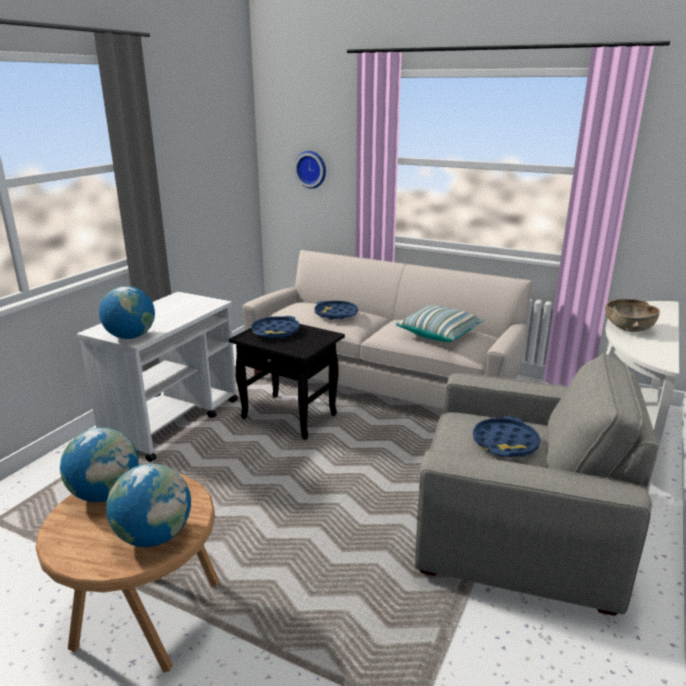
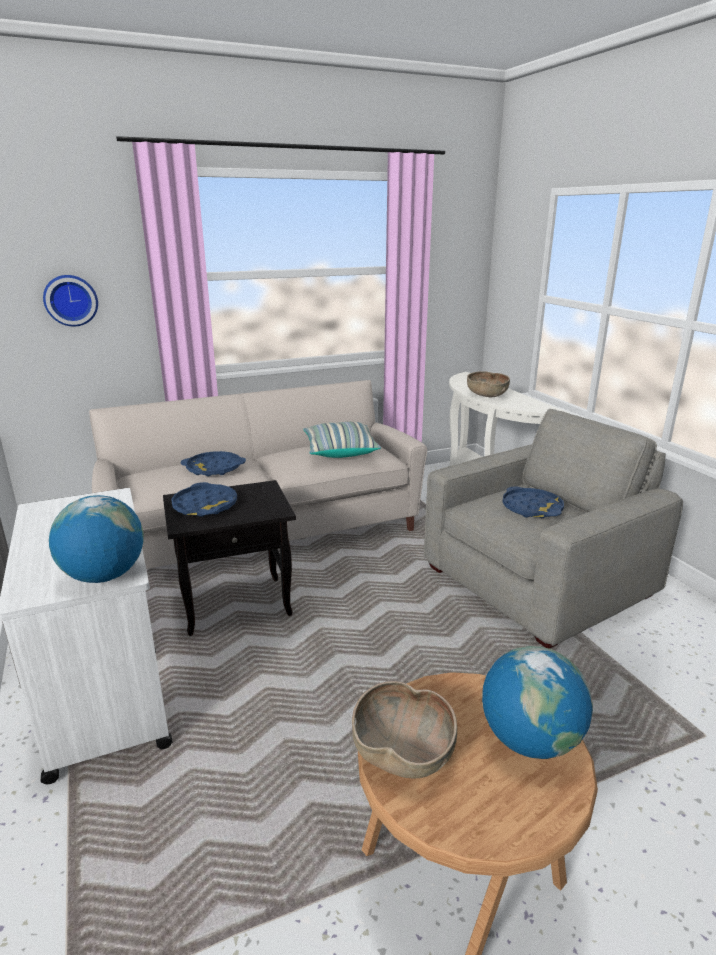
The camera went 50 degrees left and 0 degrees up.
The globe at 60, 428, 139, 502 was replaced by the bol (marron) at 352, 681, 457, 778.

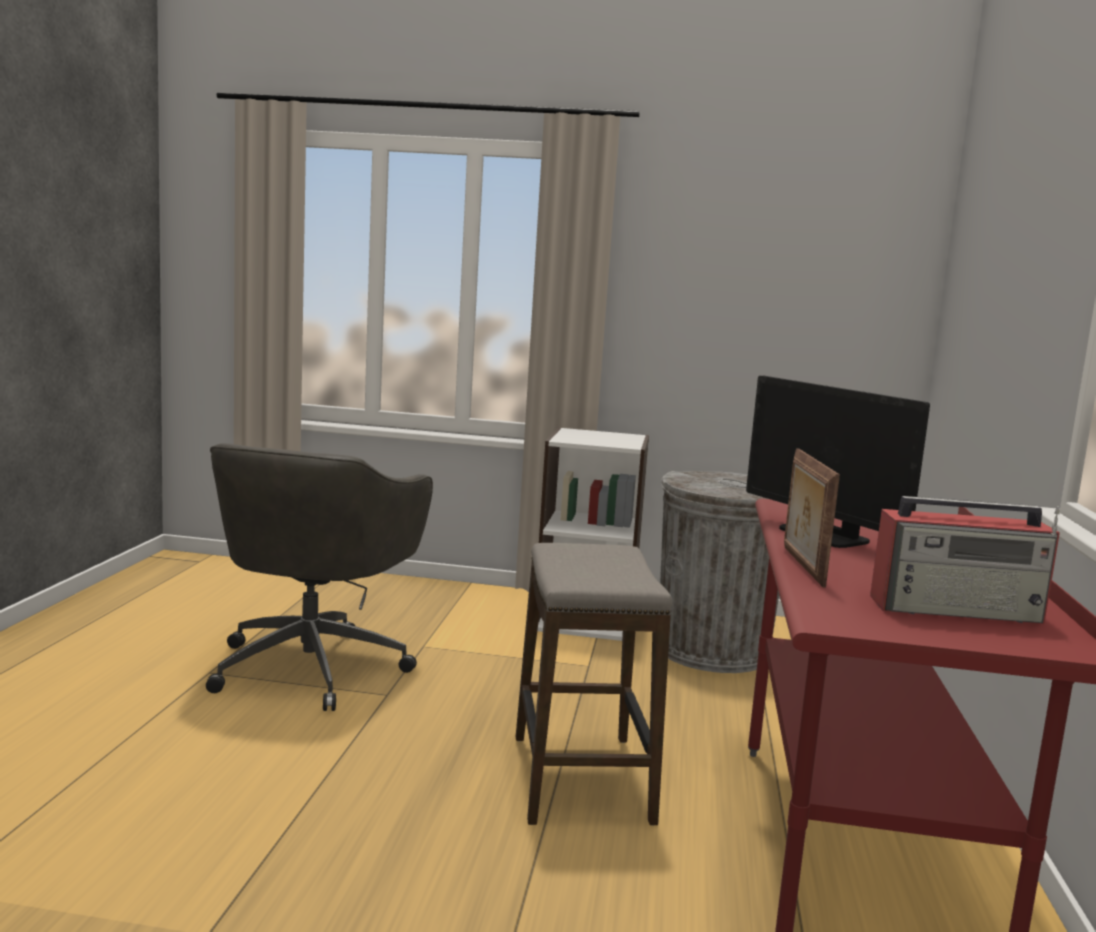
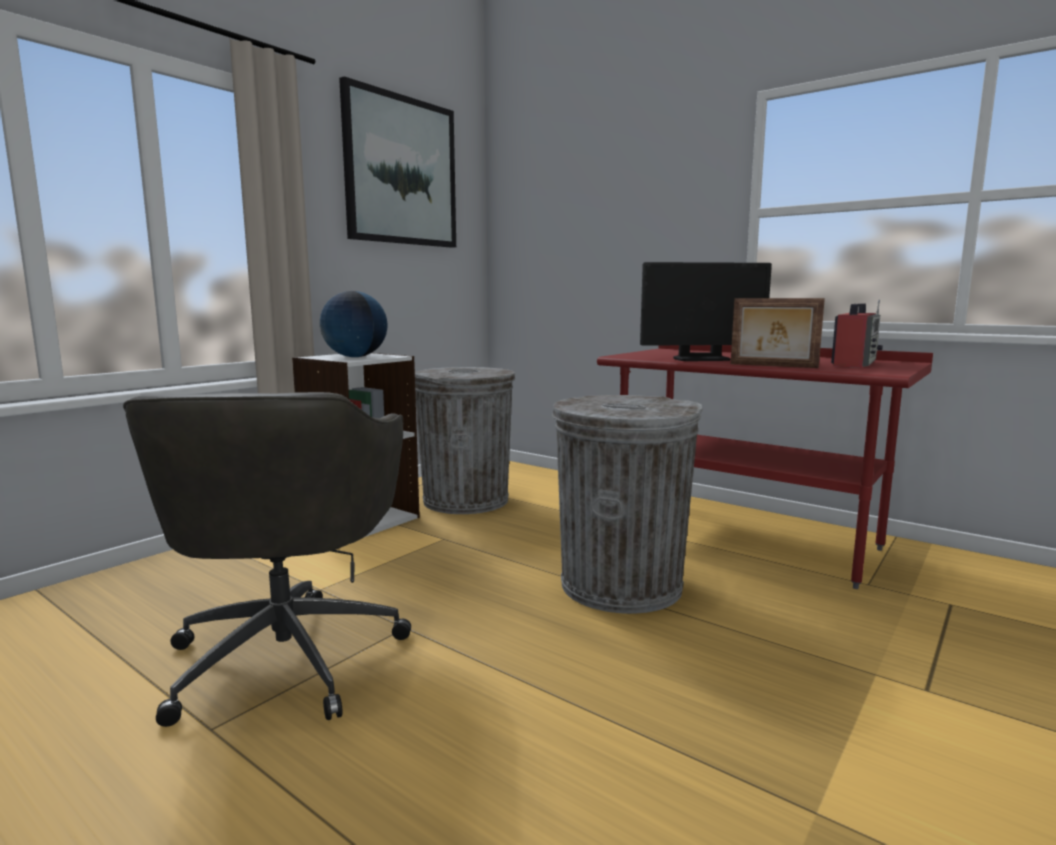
The camera went 60 degrees left and 0 degrees up.
The globe at 320, 291, 387, 357 appeared.
The tableau at 339, 76, 456, 248 appeared.
The tabouret at 516, 543, 672, 826 was replaced by the poubelle (gris) at 552, 395, 702, 614.
The chaise de bureau (gris) at 206, 443, 433, 711 turned 45 degrees clockwise.

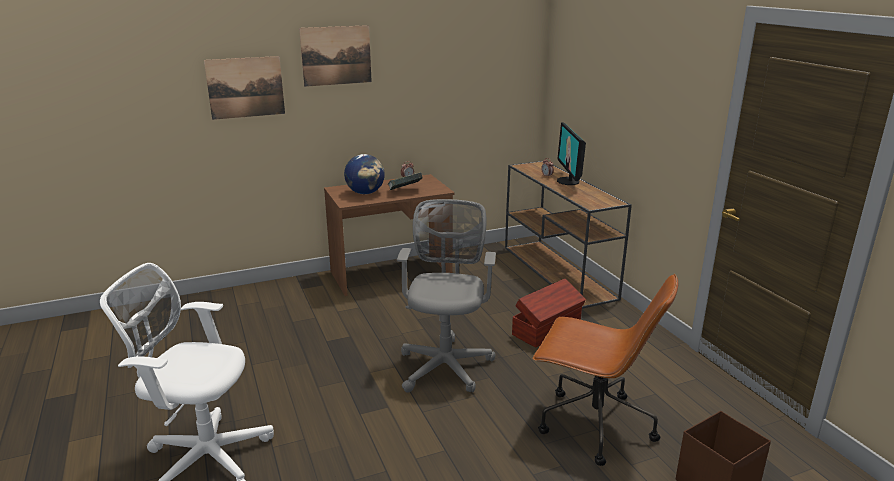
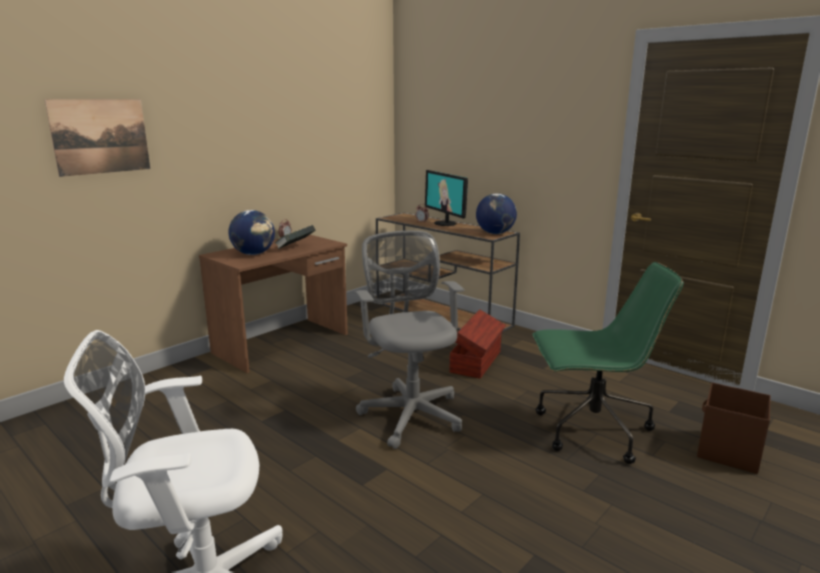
The camera went 25 degrees left and 5 degrees down.
The tableau at 299, 25, 372, 87 disappeared.
The globe at 476, 193, 517, 234 appeared.
The chaise de bureau (marron) at 532, 274, 678, 466 became the chaise de bureau (vert) at 533, 262, 684, 464.

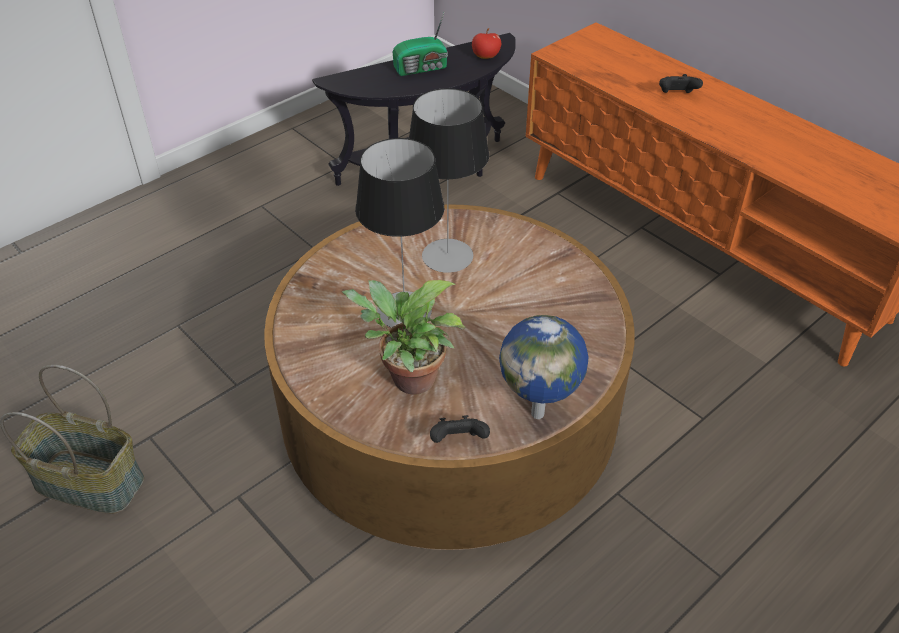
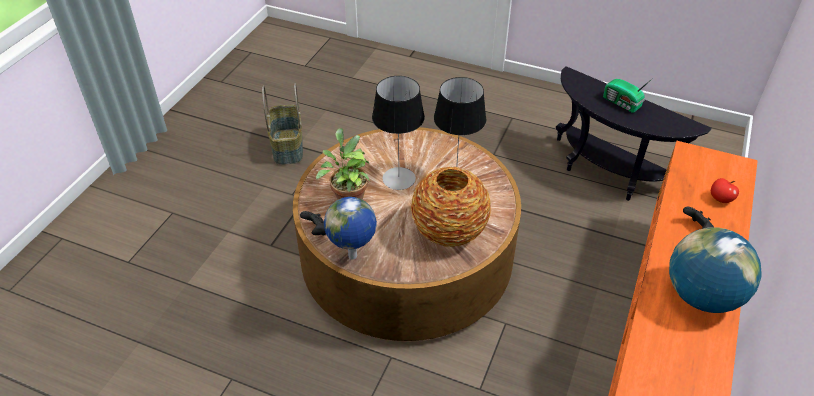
The camera went 65 degrees right and 0 degrees up.
The vase at 411, 167, 491, 247 appeared.
The globe at 669, 227, 762, 313 appeared.
The pomme moved from 472, 28, 501, 59 to 711, 178, 739, 203.

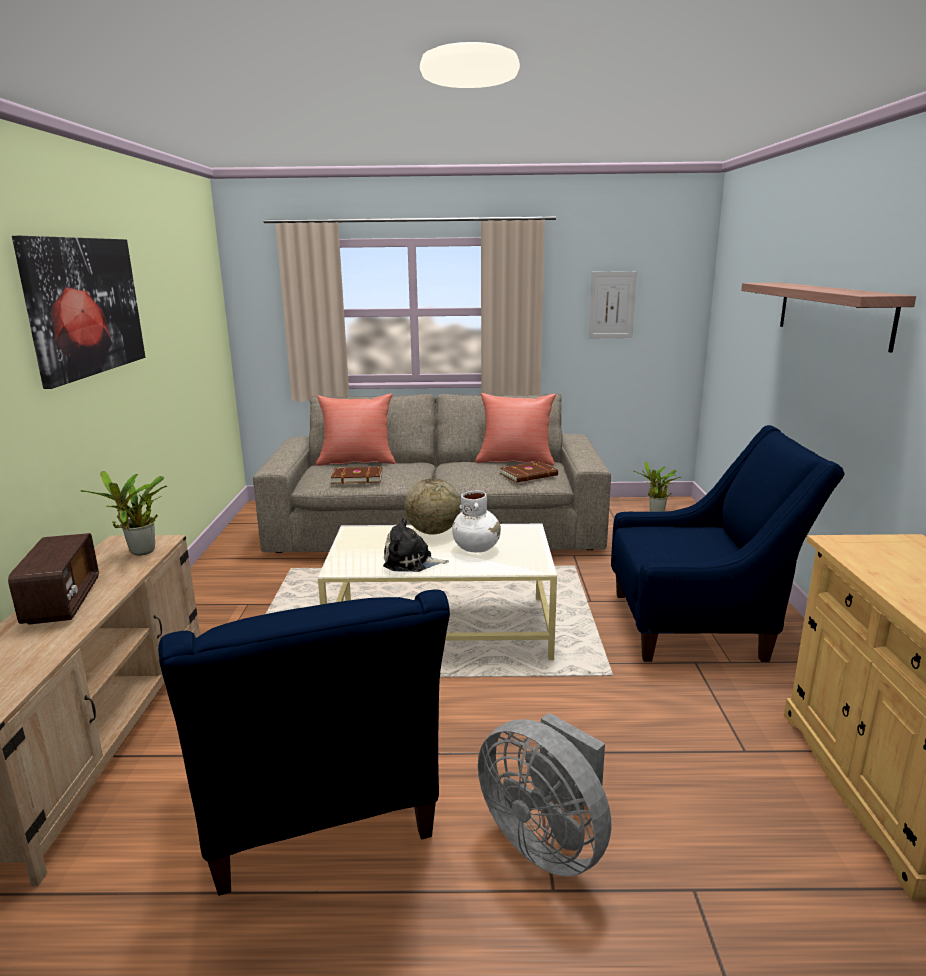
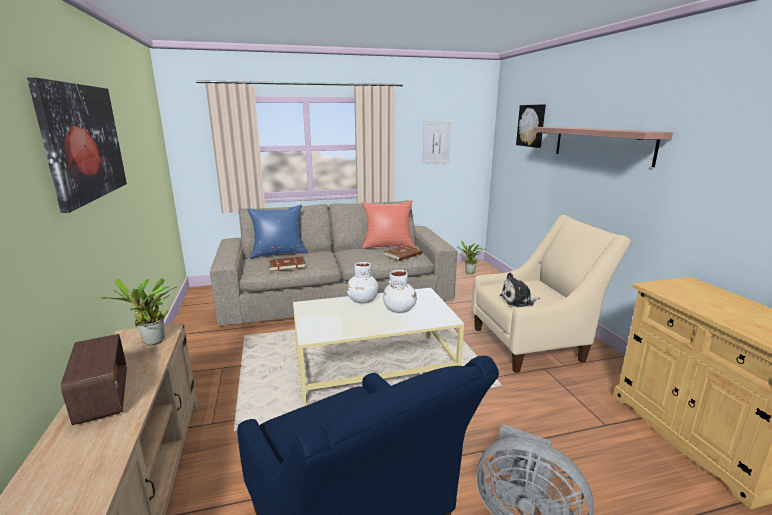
The camera went 15 degrees left and 0 degrees up.
The tableau at 516, 104, 546, 148 appeared.
The peluche moved from 383, 517, 449, 572 to 500, 272, 540, 307.
The globe at 405, 478, 461, 535 was replaced by the vase (blanc) at 346, 262, 379, 303.
The coussin (rouge) at 316, 393, 396, 466 became the coussin (bleu) at 247, 205, 308, 259.
The fauteuil (bleu) at 611, 425, 845, 662 became the fauteuil (beige) at 472, 215, 631, 373.

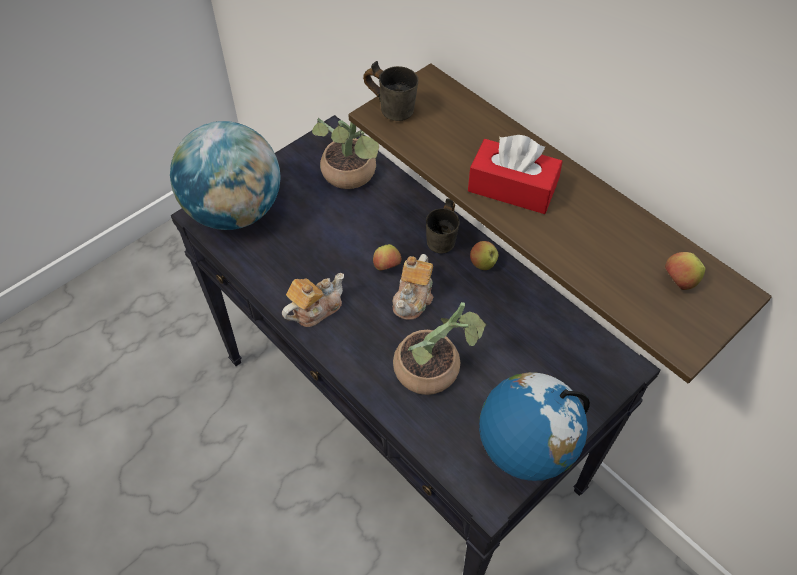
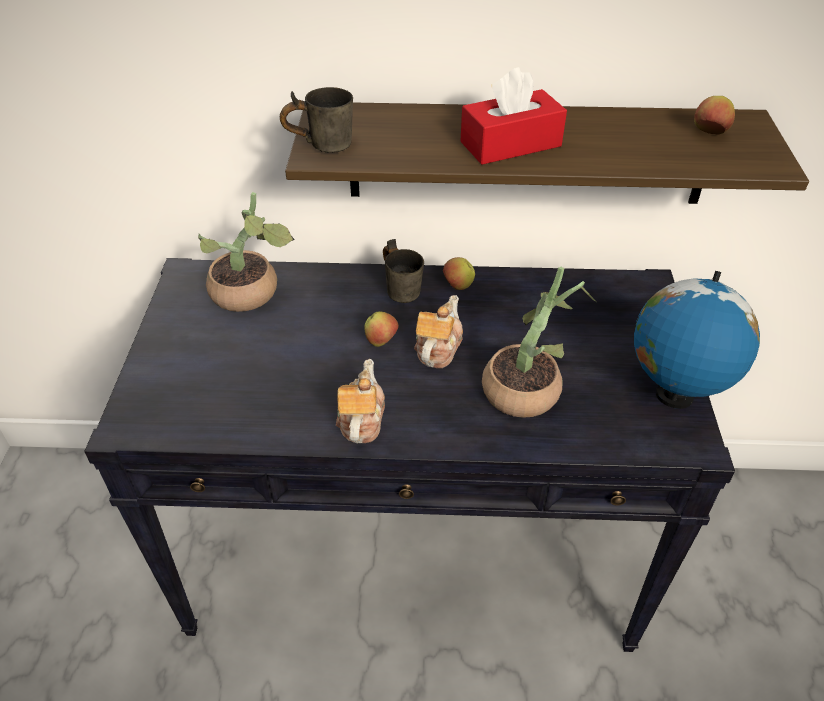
The camera went 45 degrees left and 10 degrees down.
The globe at 170, 121, 280, 230 disappeared.
The théière at 392, 254, 434, 320 turned 135 degrees counterclockwise.

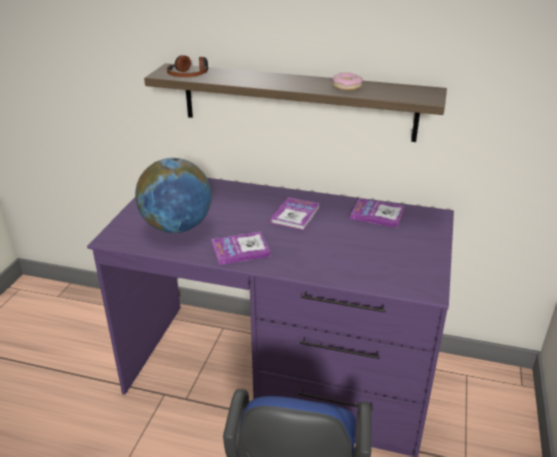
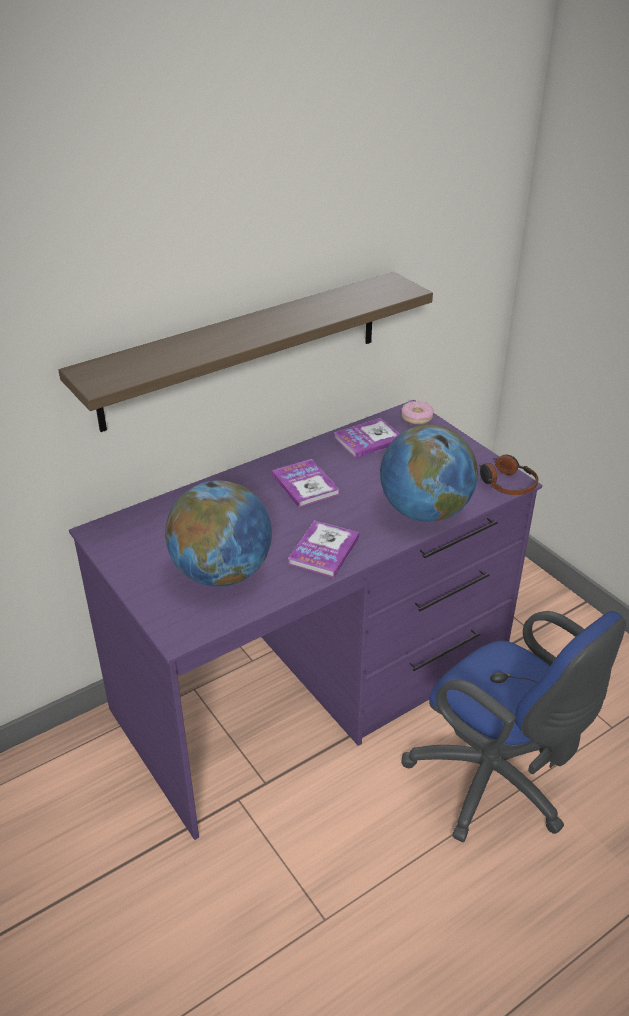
The camera went 50 degrees left and 5 degrees up.
The globe at 380, 424, 478, 522 appeared.
The casque audio moved from 167, 55, 208, 77 to 479, 454, 539, 495.
The beignet moved from 332, 72, 363, 91 to 401, 401, 434, 424.

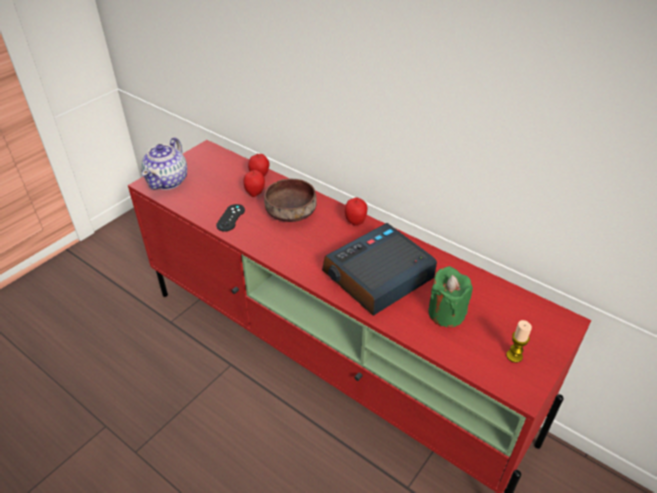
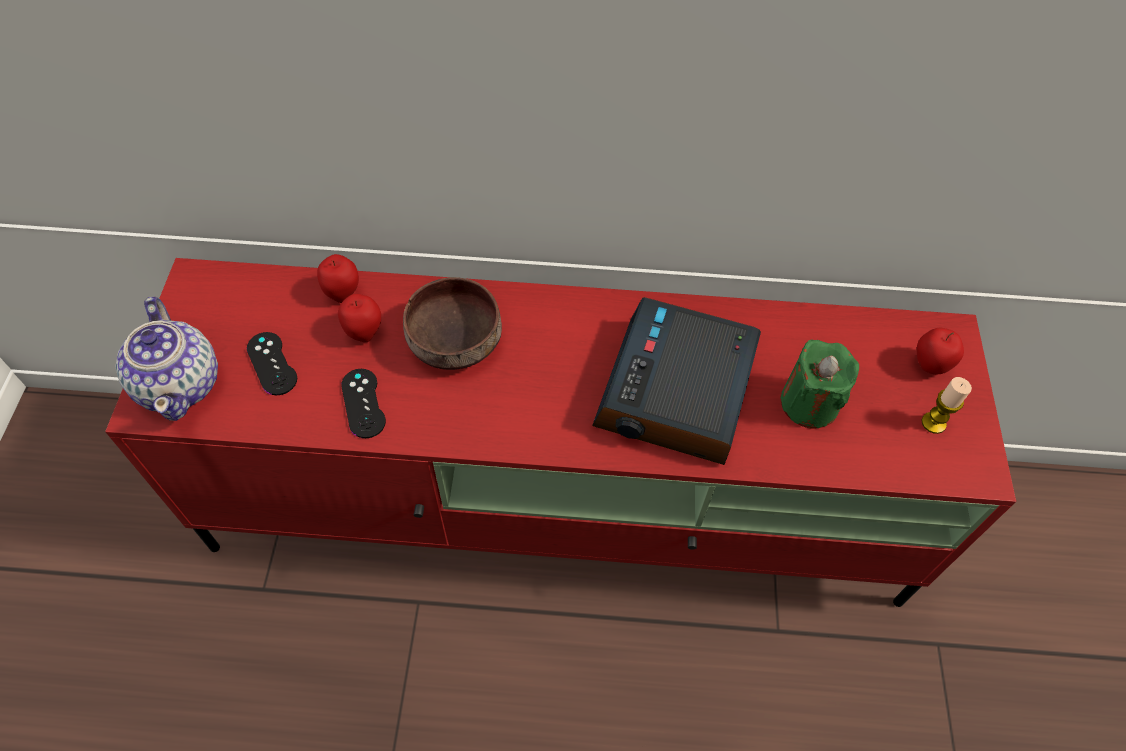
The camera went 35 degrees left and 15 degrees up.
The manette (noir) at 247, 332, 297, 395 appeared.
The pomme moved from 345, 197, 367, 226 to 917, 328, 964, 374.

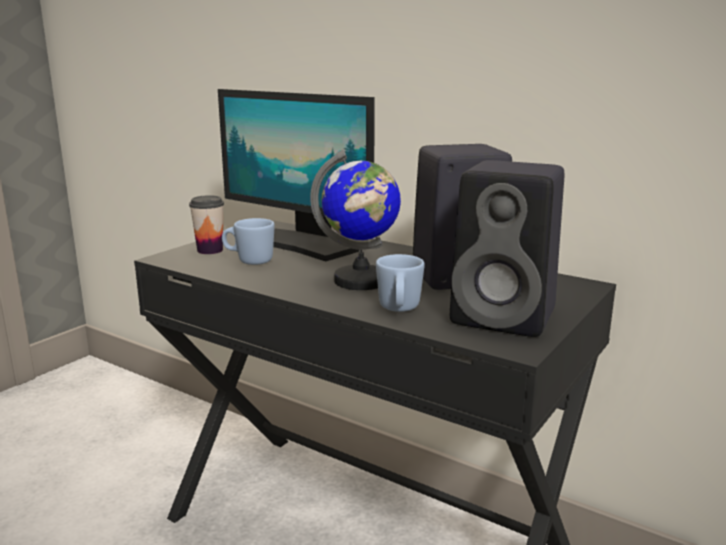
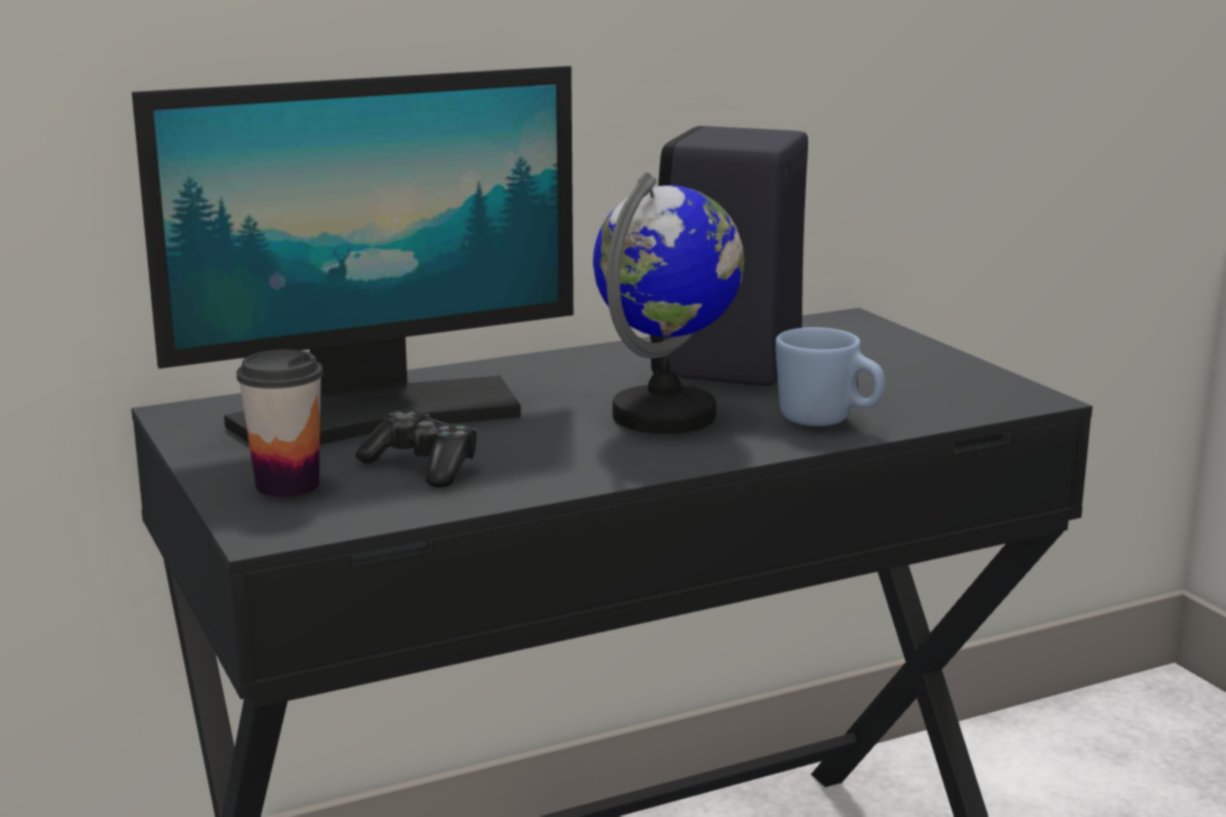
The camera went 60 degrees left and 0 degrees up.
The enceinte (noir) at 450, 160, 565, 337 disappeared.
The mug (bleu) at 222, 218, 275, 265 was replaced by the manette at 356, 410, 478, 488.

